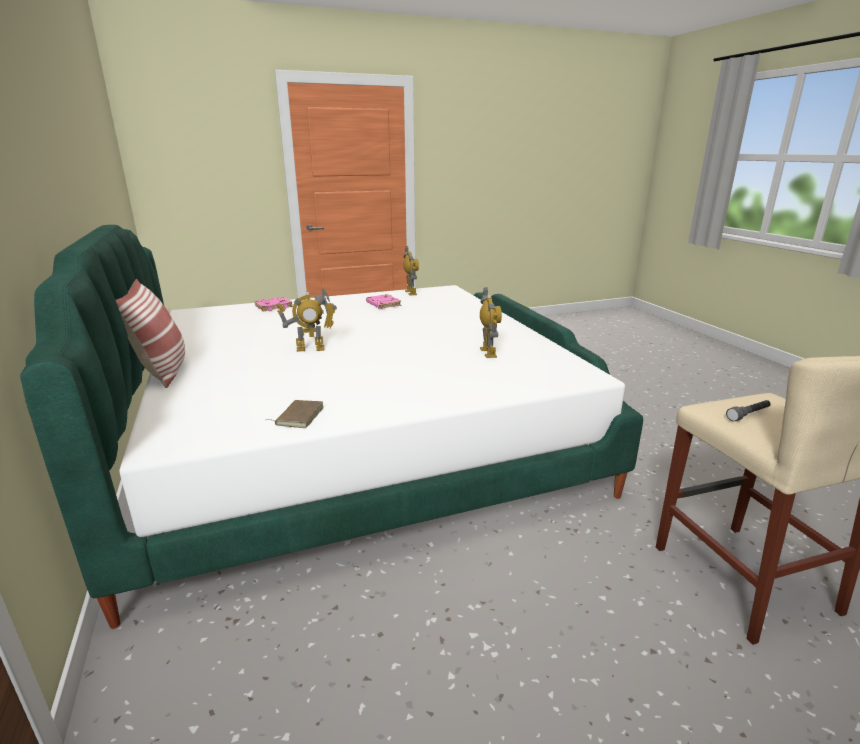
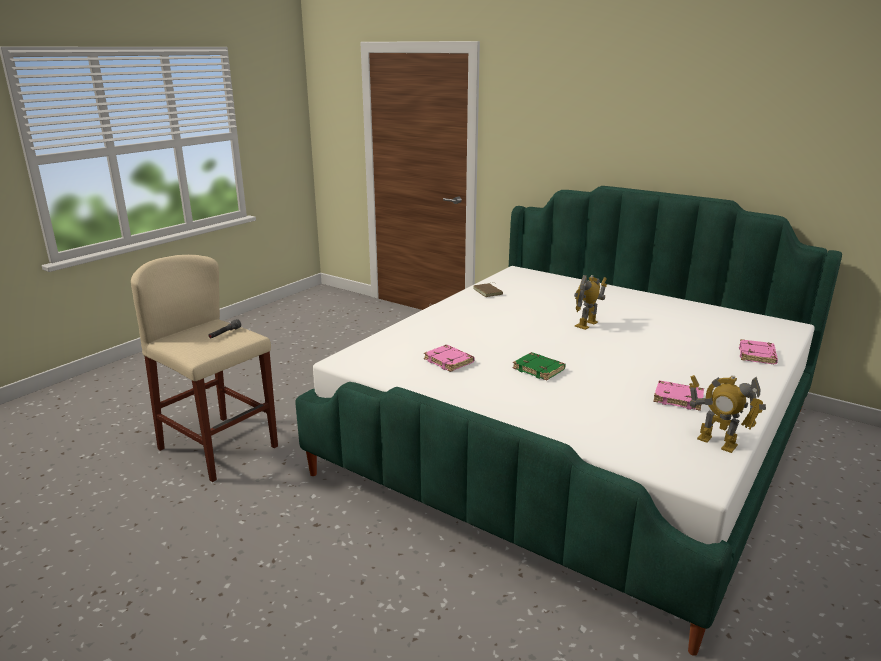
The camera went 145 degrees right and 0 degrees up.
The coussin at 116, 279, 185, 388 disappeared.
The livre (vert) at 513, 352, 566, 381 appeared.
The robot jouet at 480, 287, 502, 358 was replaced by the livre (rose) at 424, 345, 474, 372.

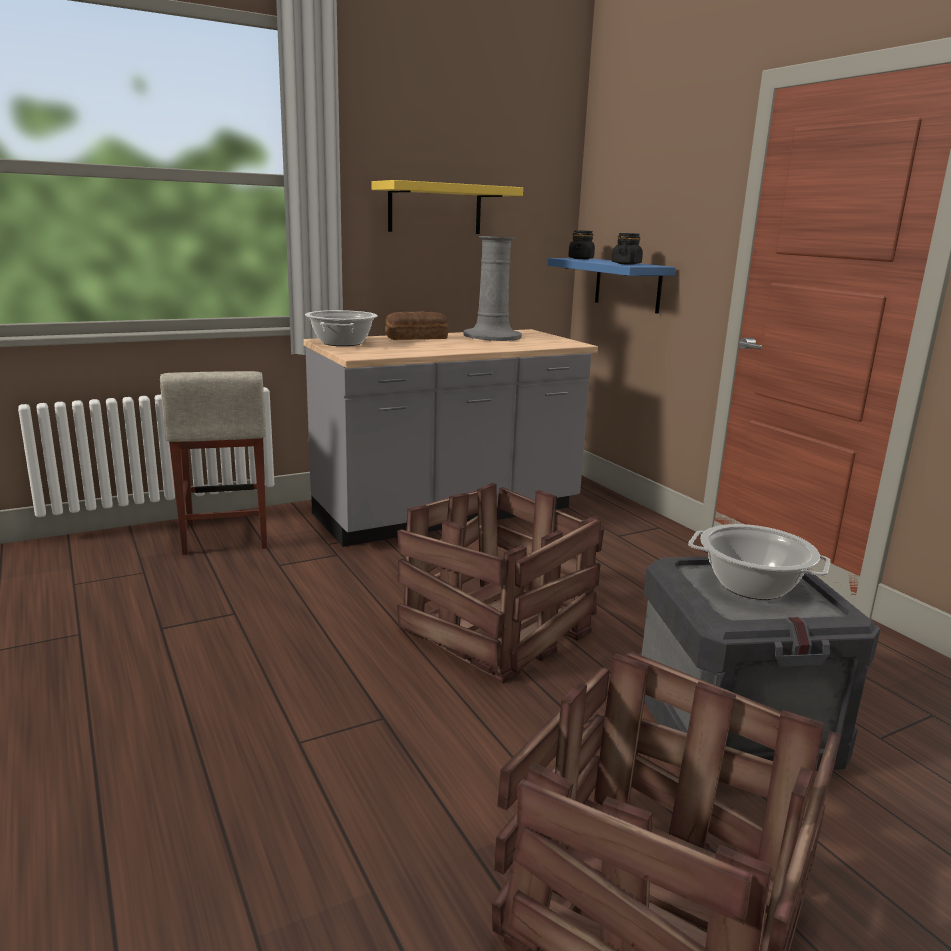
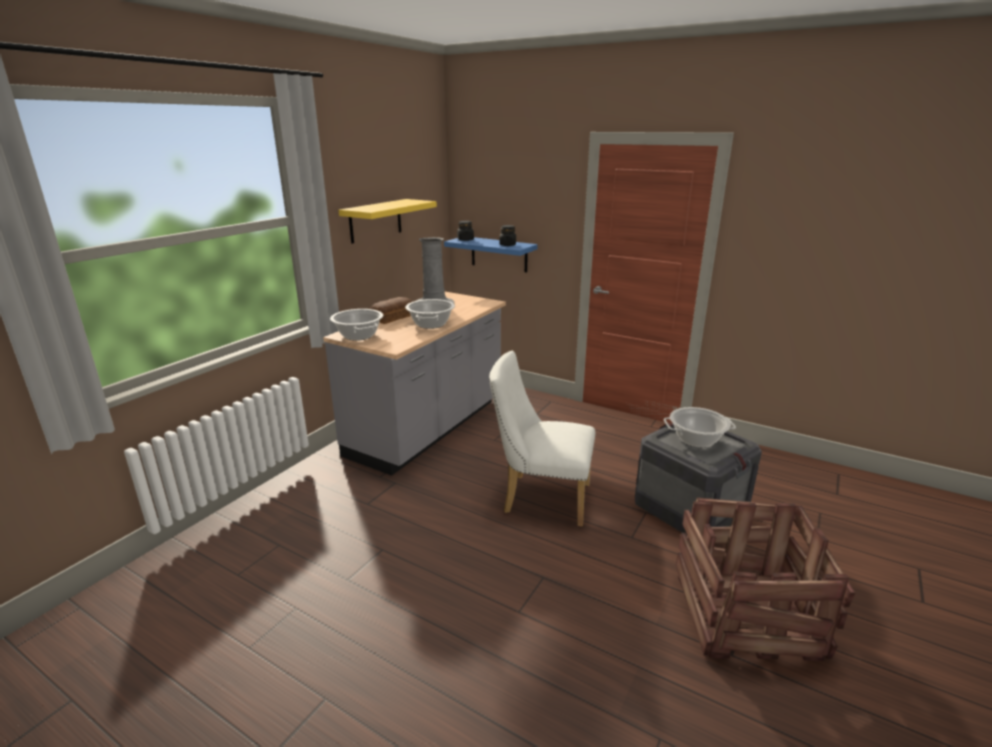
The camera went 30 degrees left and 5 degrees up.
The tabouret (beige) at 160, 371, 267, 555 disappeared.
The marmite at 405, 299, 455, 329 appeared.
The caisse at 397, 483, 604, 683 was replaced by the chaise (blanc) at 489, 351, 595, 527.

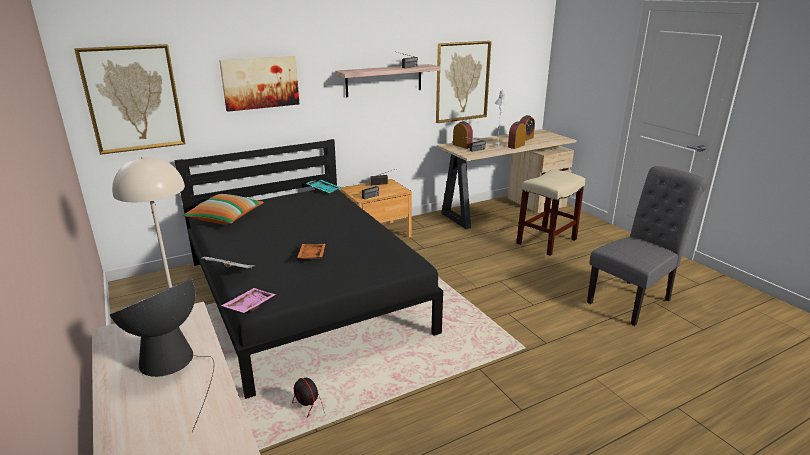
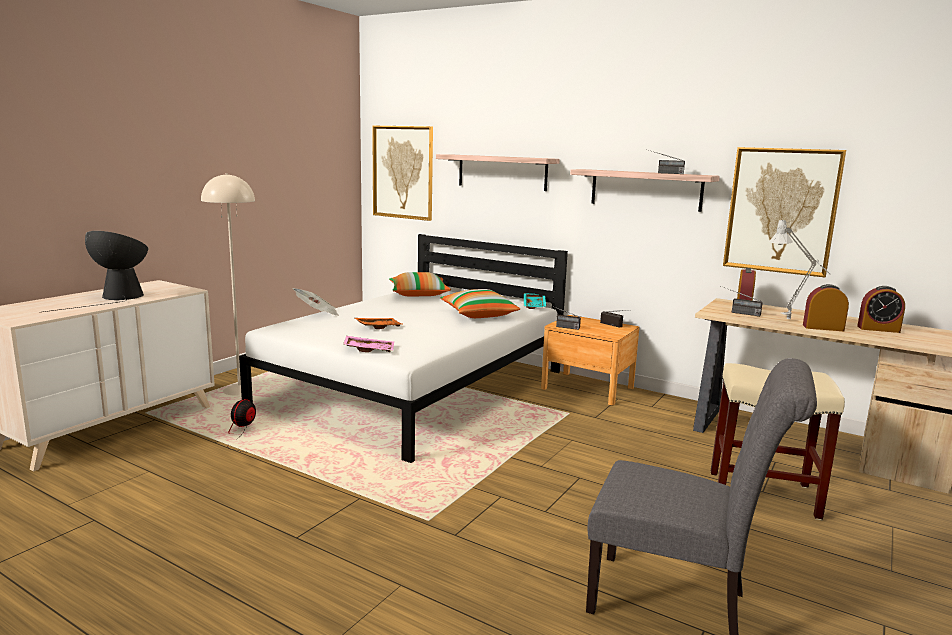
The camera went 60 degrees right and 10 degrees down.
The coussin at 440, 289, 520, 318 appeared.
The plateau (rose) moved from 221, 288, 276, 313 to 343, 336, 394, 352.
The tableau at 219, 56, 299, 112 was replaced by the étagère at 436, 154, 560, 191.
The lit (noir) at 174, 139, 443, 399 became the lit (blanc) at 239, 234, 568, 463.

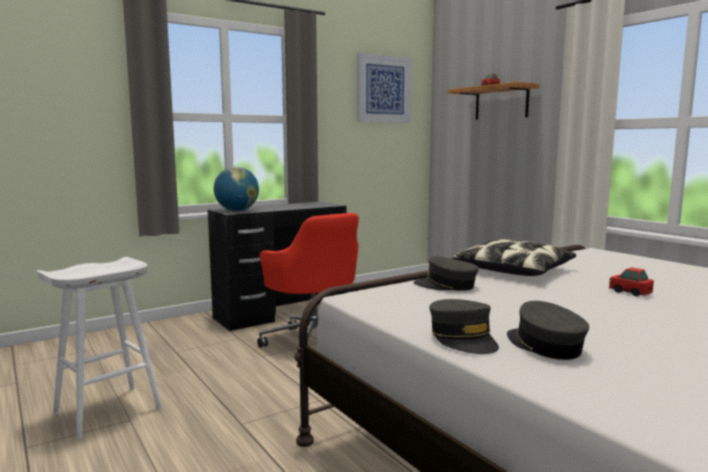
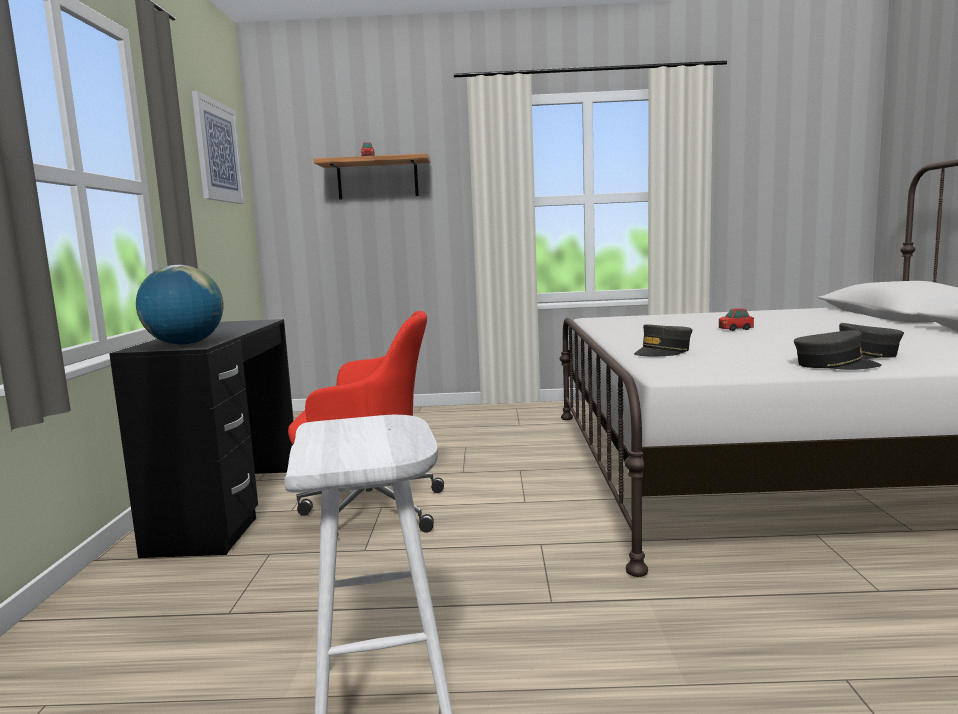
The camera went 55 degrees left and 0 degrees up.
The coussin at 452, 239, 576, 276 disappeared.

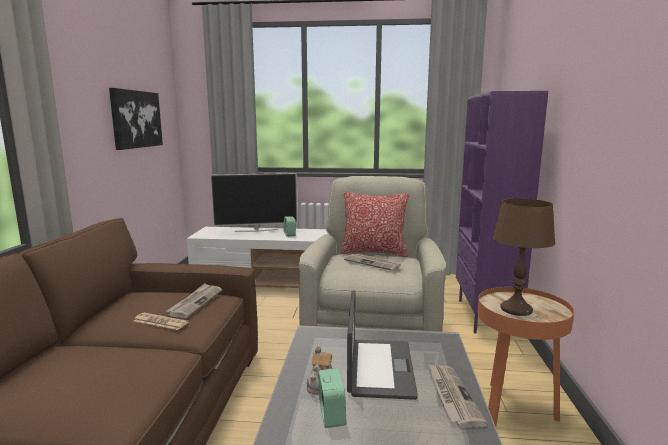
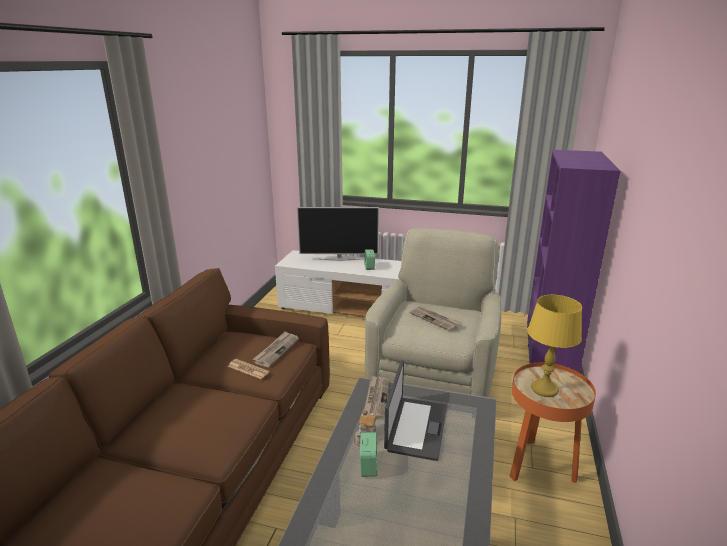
The camera went 10 degrees right and 10 degrees up.
The tableau at 109, 88, 163, 150 disappeared.
The coussin at 341, 192, 410, 257 disappeared.
The journal moved from 428, 364, 488, 428 to 364, 375, 389, 420.
The lampe de table (marron) at 493, 198, 555, 316 became the lampe de table (jaune) at 527, 295, 582, 397.

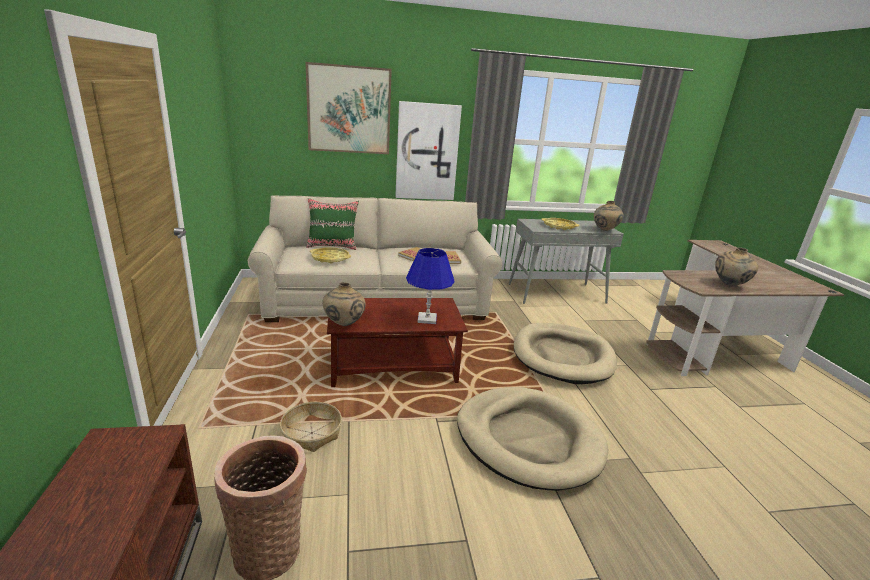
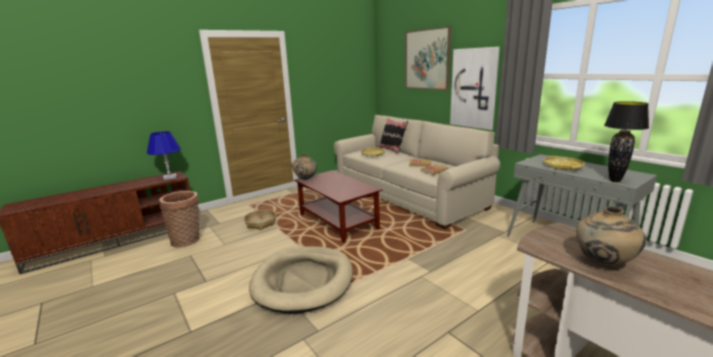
The camera went 65 degrees right and 5 degrees down.
The panier pour chien (beige) at 514, 323, 617, 384 disappeared.
The lampe de table (bleu) moved from 406, 248, 455, 324 to 147, 131, 181, 180.
The vase (beige) at 594, 201, 624, 231 was replaced by the lampe de table (noir) at 604, 101, 649, 182.
The coussin (vert) at 306, 198, 359, 250 became the coussin (noir) at 379, 117, 408, 154.

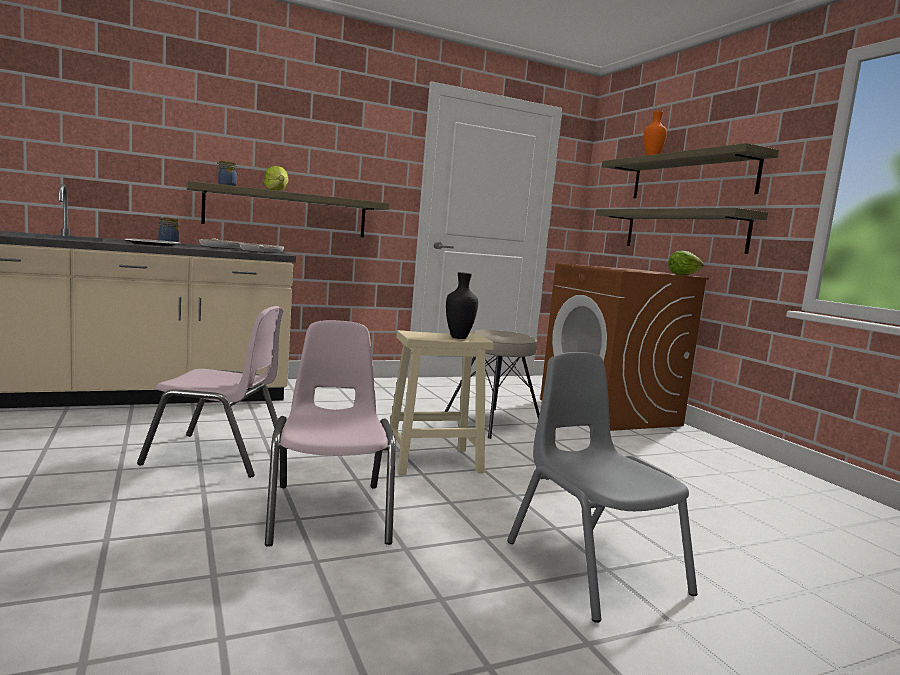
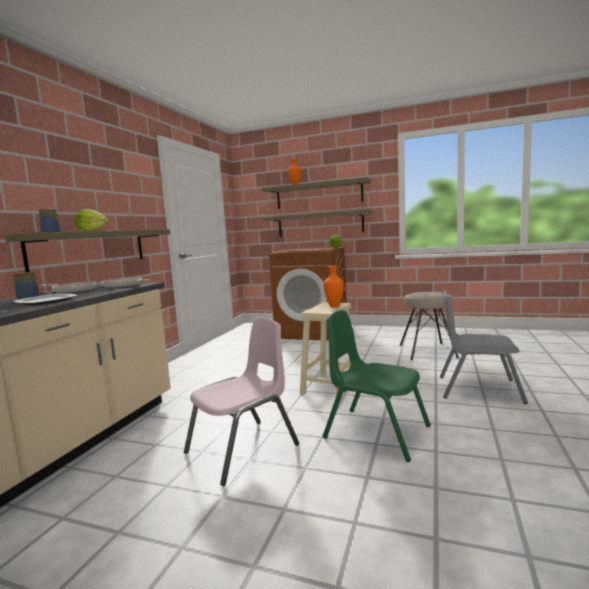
The camera went 45 degrees left and 0 degrees up.
The tabouret (beige) moved from 445, 330, 540, 439 to 400, 292, 459, 360.
The chaise (rose) at 265, 320, 396, 547 became the chaise (vert) at 323, 310, 431, 462.
The vase (noir) at 446, 272, 478, 339 became the vase (orange) at 324, 266, 344, 307.

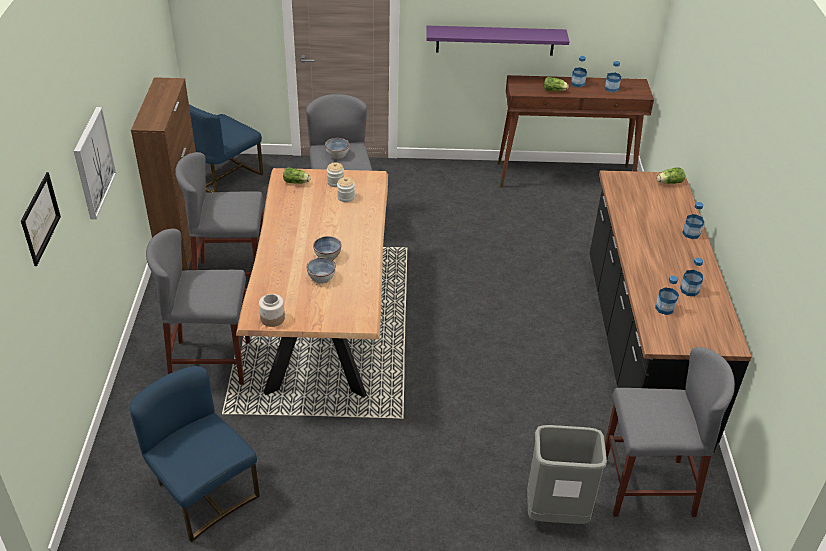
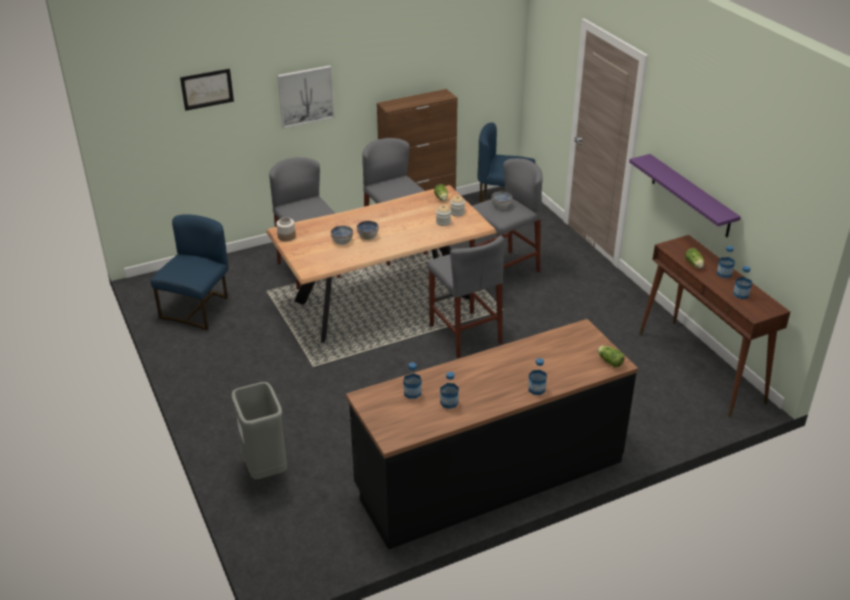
The camera went 65 degrees right and 5 degrees down.
The tabouret (gris) moved from 605, 347, 735, 517 to 428, 236, 504, 358.

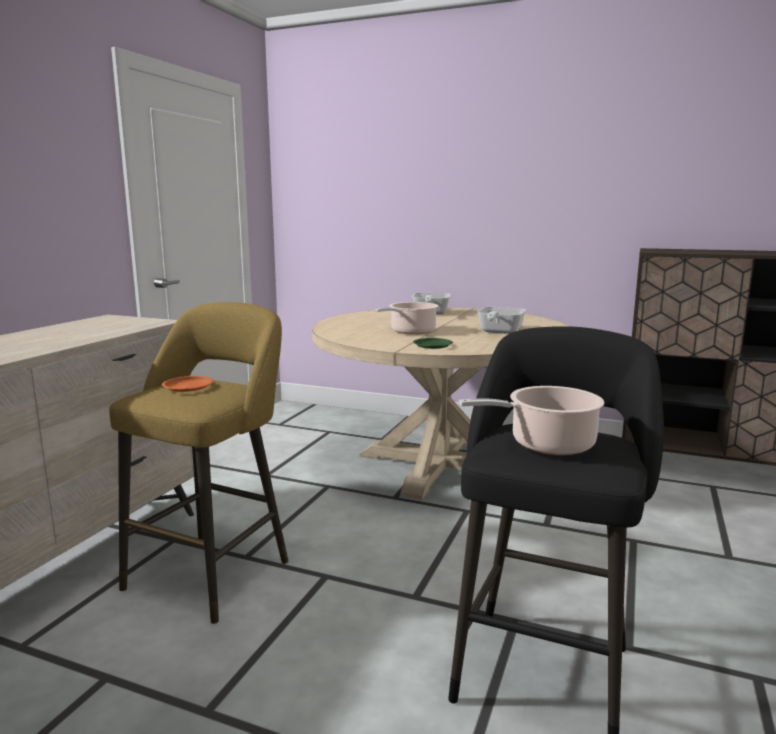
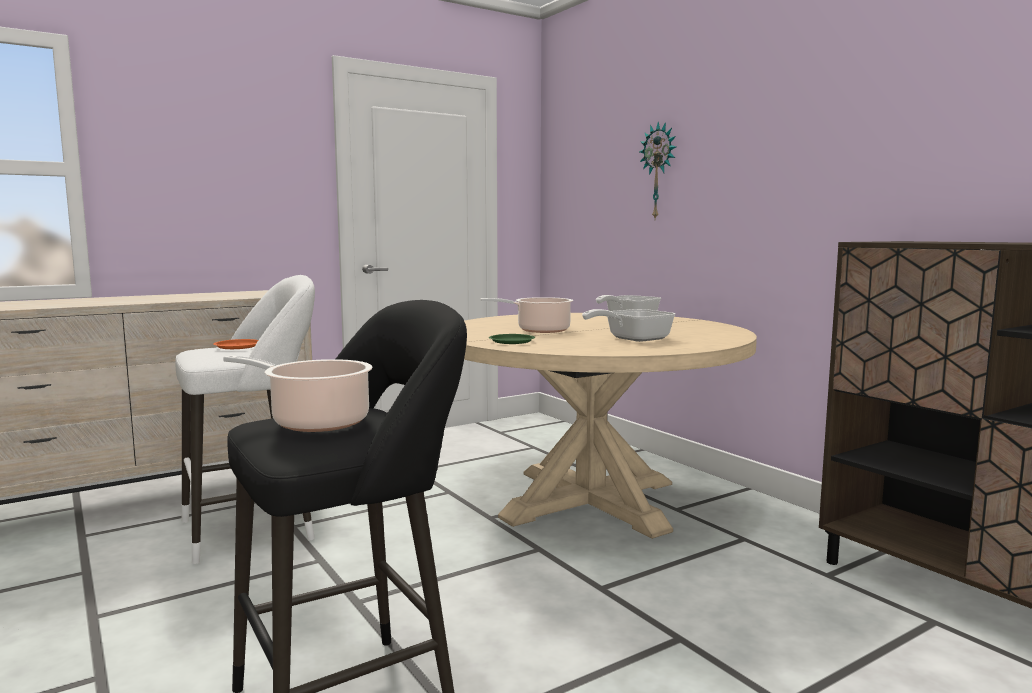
The camera went 35 degrees right and 5 degrees down.
The horloge murale at 639, 121, 676, 219 appeared.
The tabouret (jaune) at 109, 302, 288, 624 became the tabouret (blanc) at 175, 275, 315, 564.

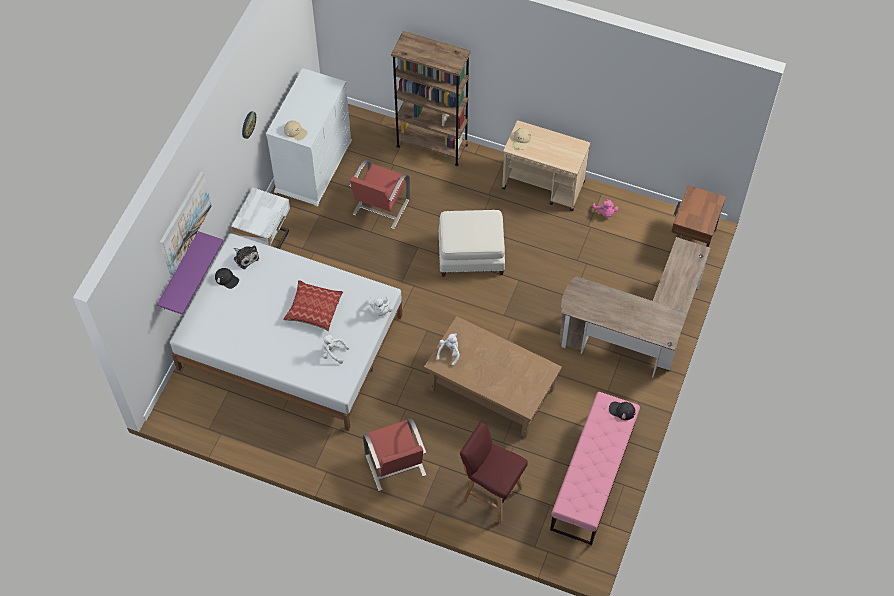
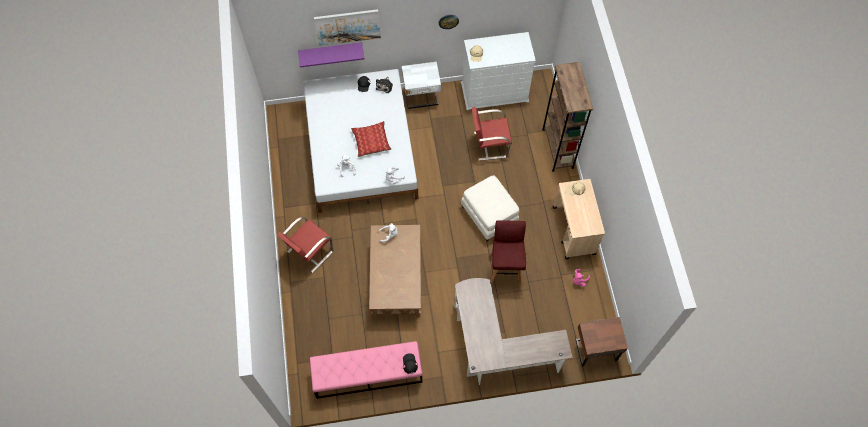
The camera went 60 degrees right and 5 degrees up.
The tabouret (rouge) moved from 460, 422, 528, 523 to 490, 221, 526, 285.

